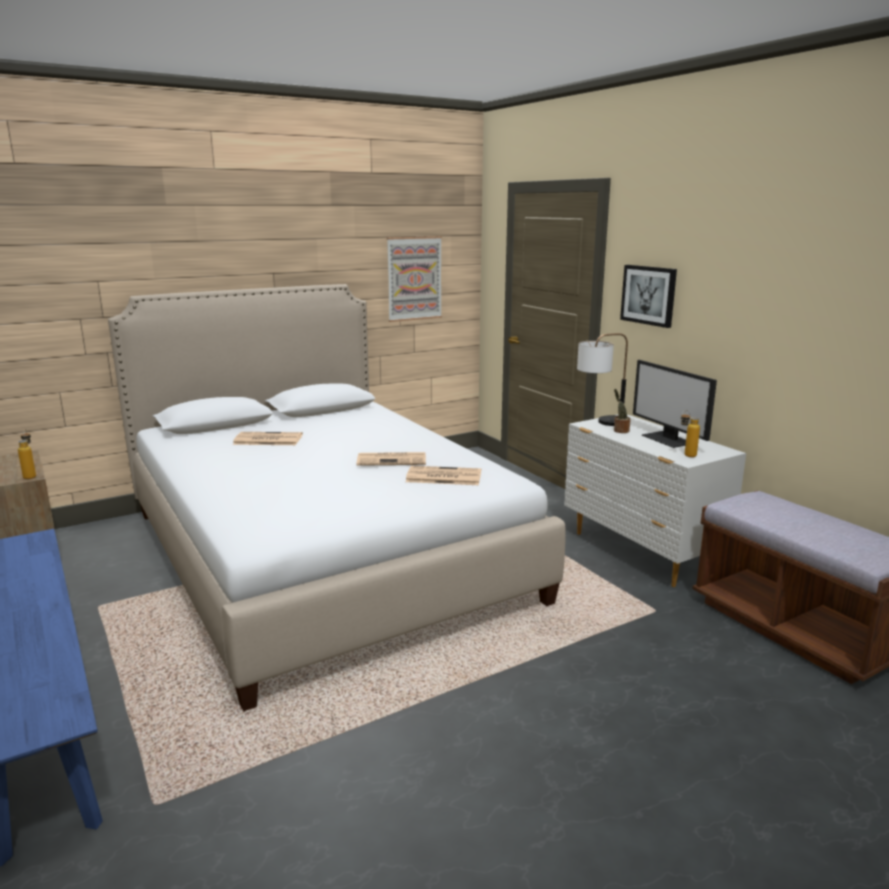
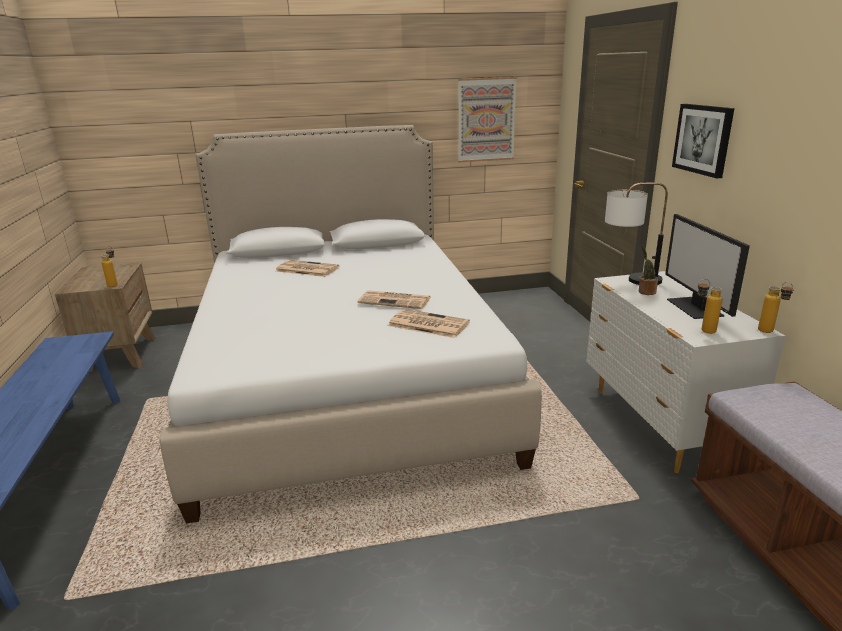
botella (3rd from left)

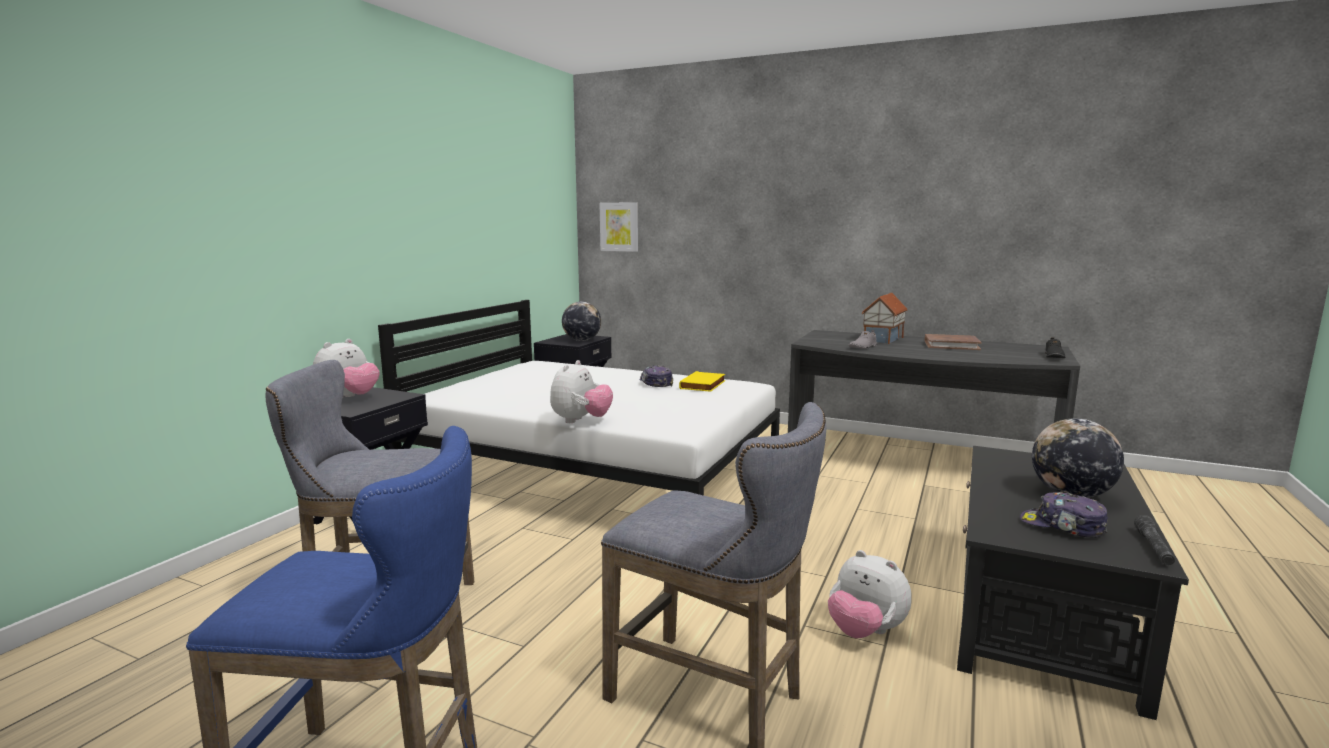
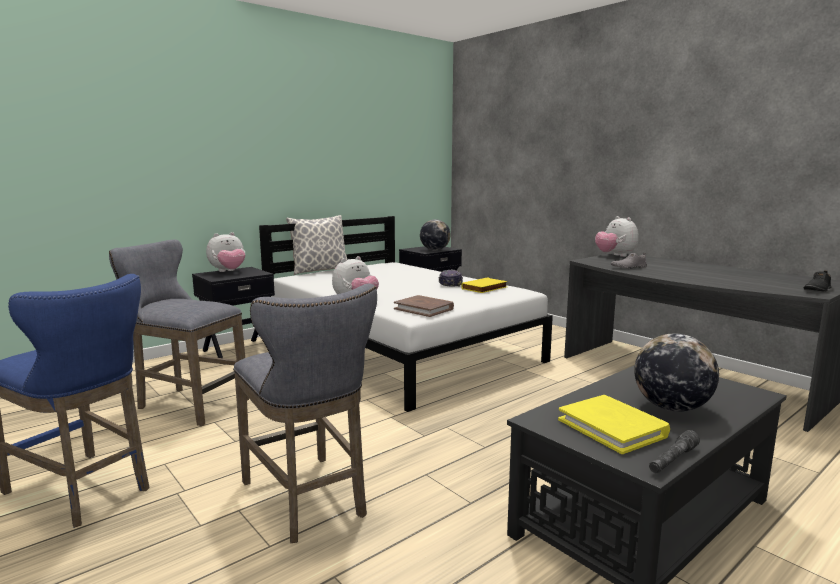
cuadro; casita; libro (marrón); libro (amarillo) (2nd from left); peluche (3rd from left); cojín

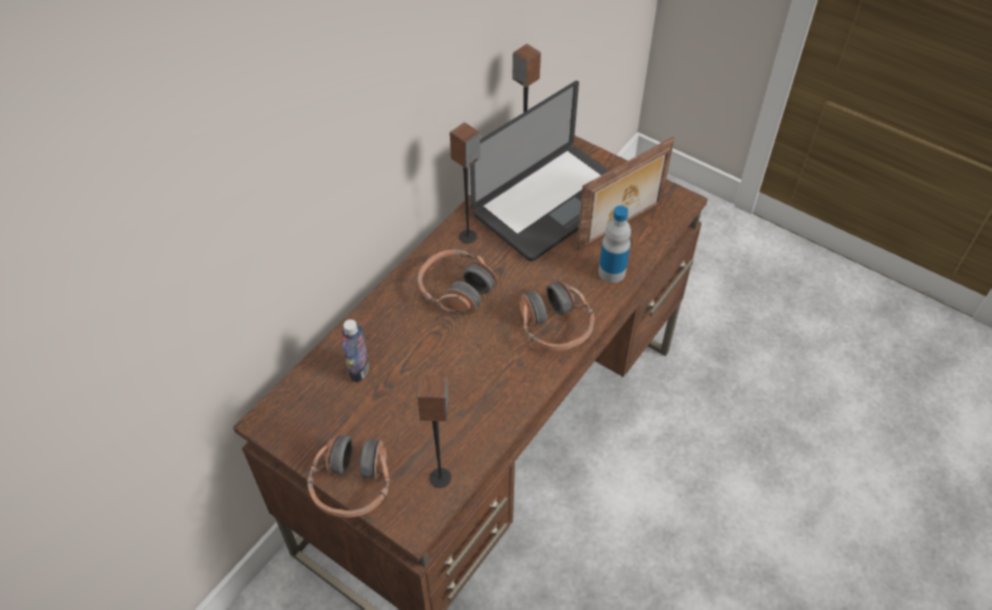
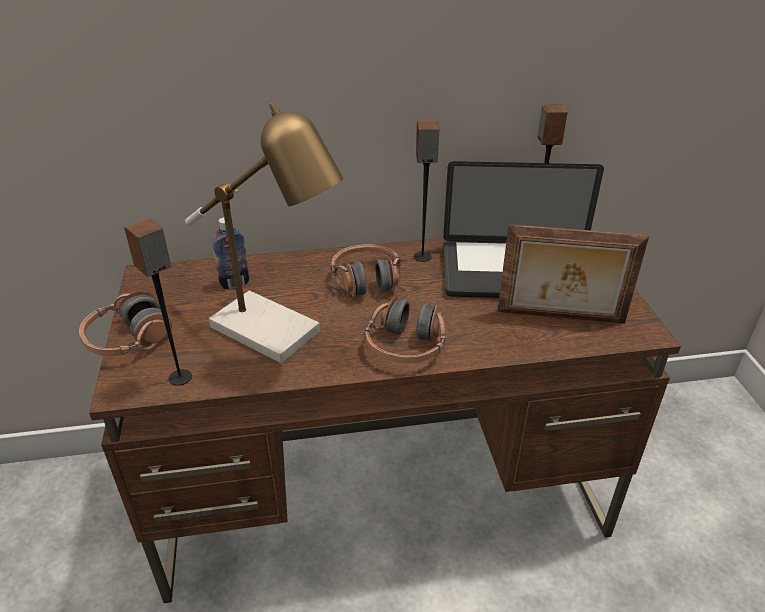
botella (2nd from left in the first image); lámpara de mesa

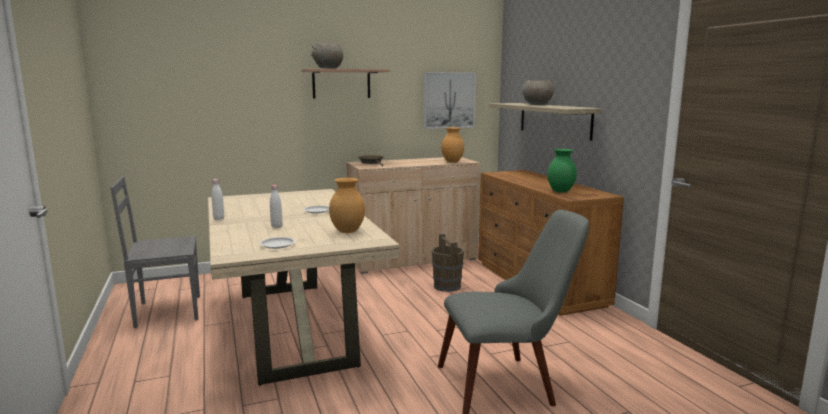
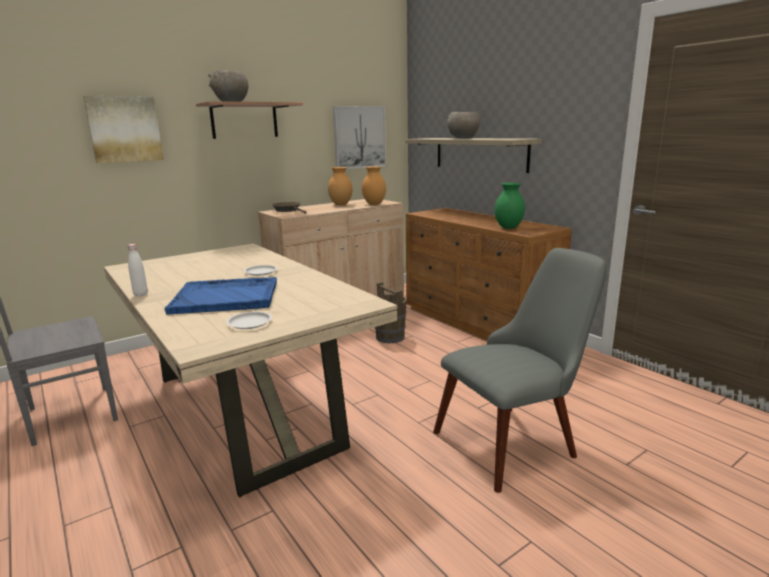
florero (marrón) (1st from left); bandeja (azul); cuadro (1st from left)

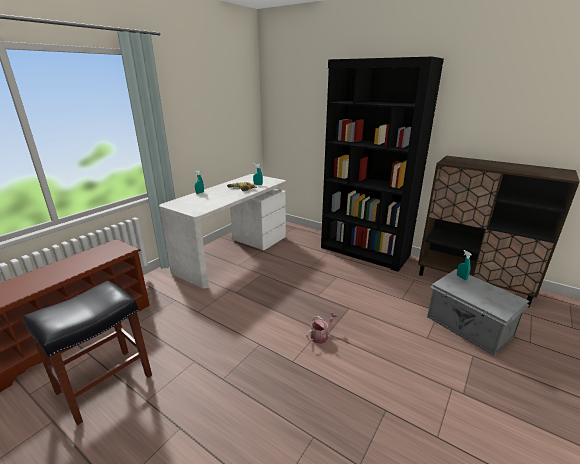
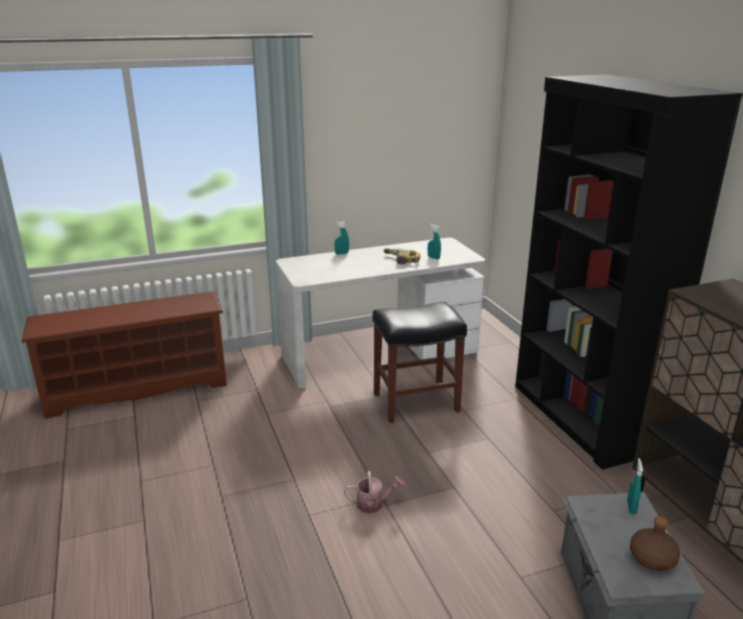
taburete (negro); botella (marrón)

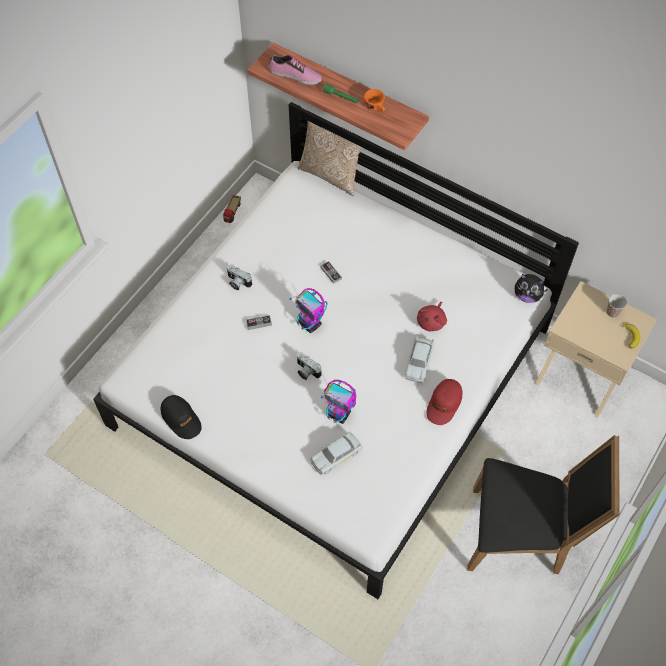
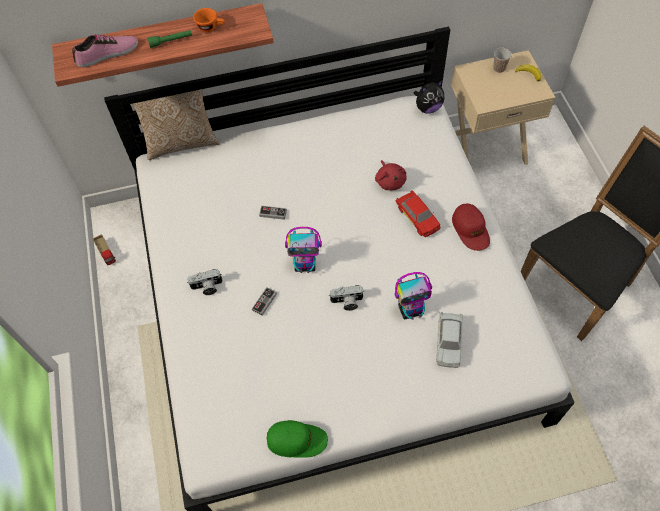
coche de juguete (rojo); gorra (verde)

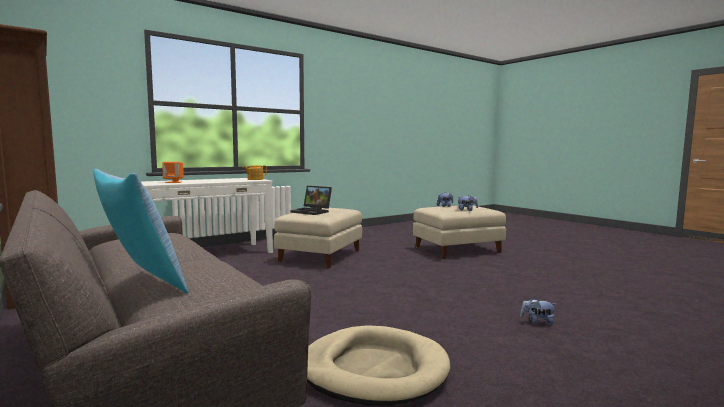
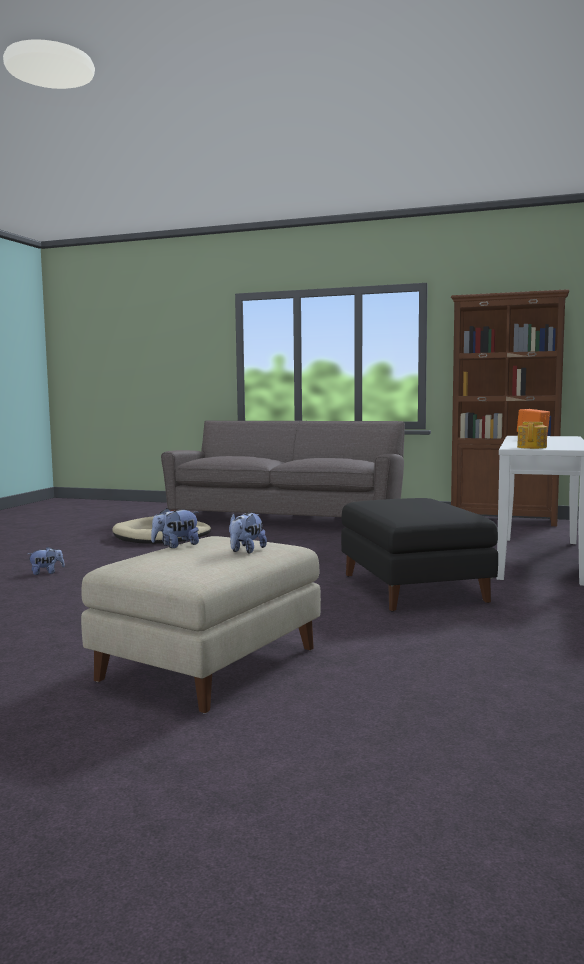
cojín; portátil; puf (negro)

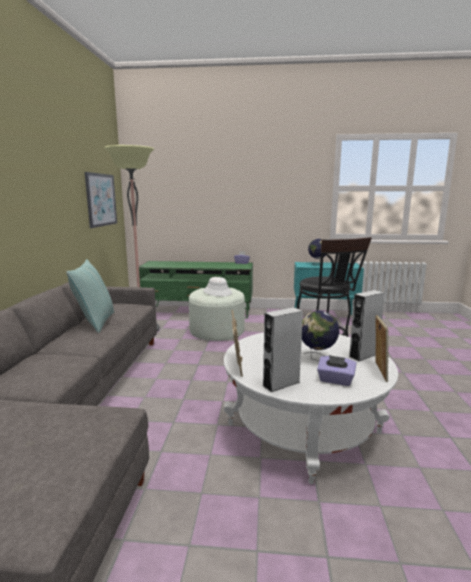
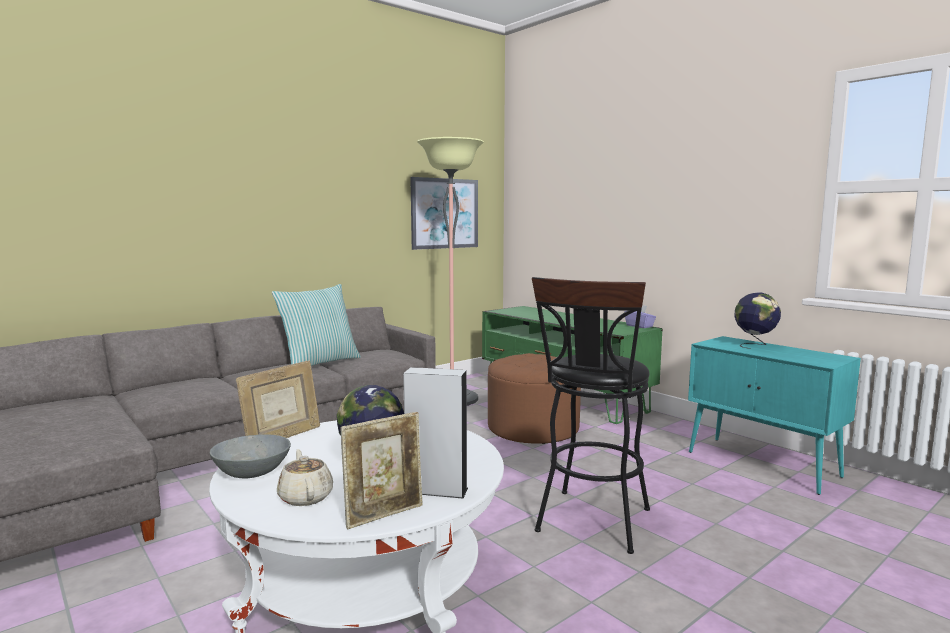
sombrero (blanco); puf (marrón); cuenco (gris); tetera (beis)

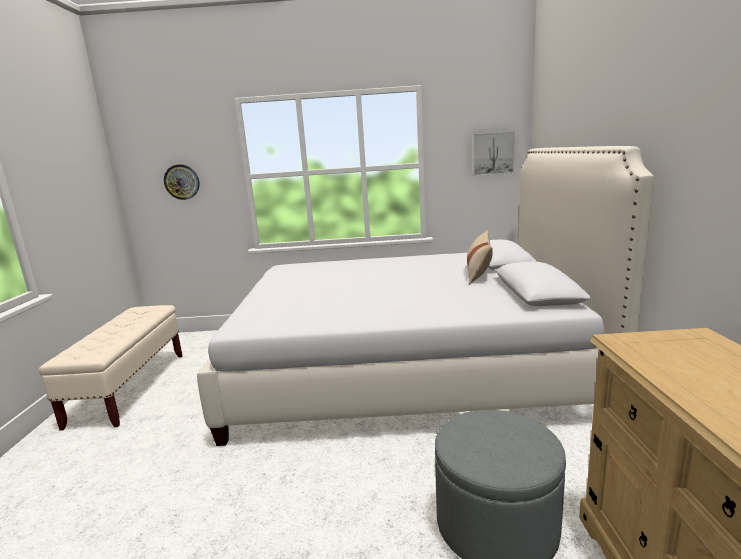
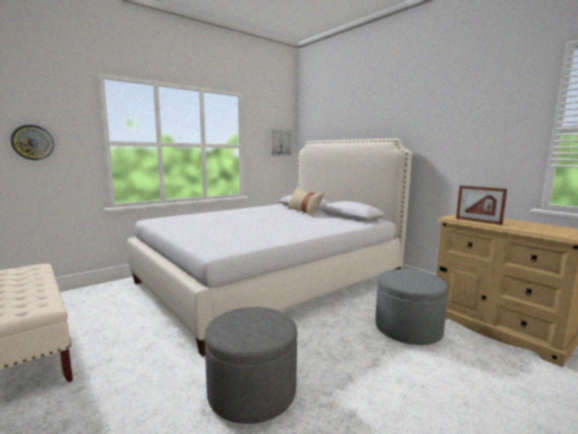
portarretratos; puf (gris) (1st from left)

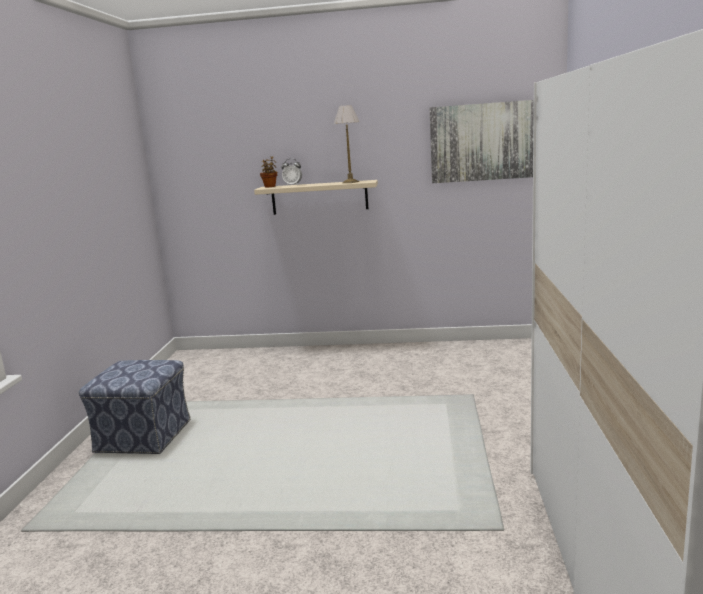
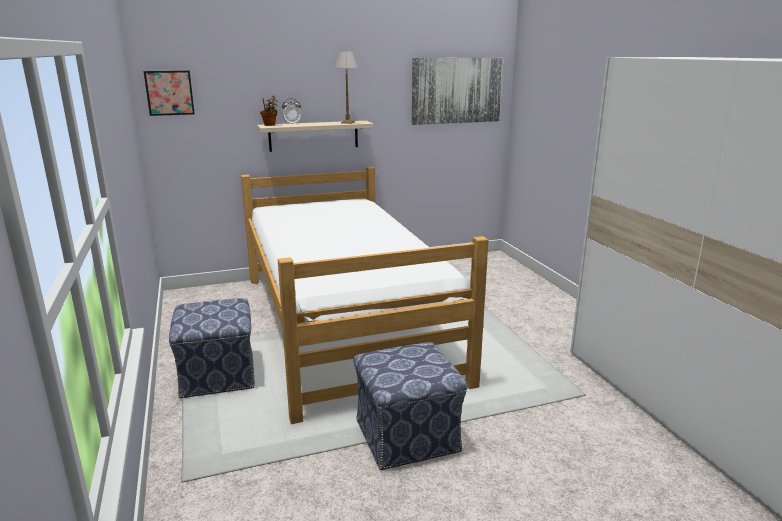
cuadro (1st from left); cama; puf (2nd from left)

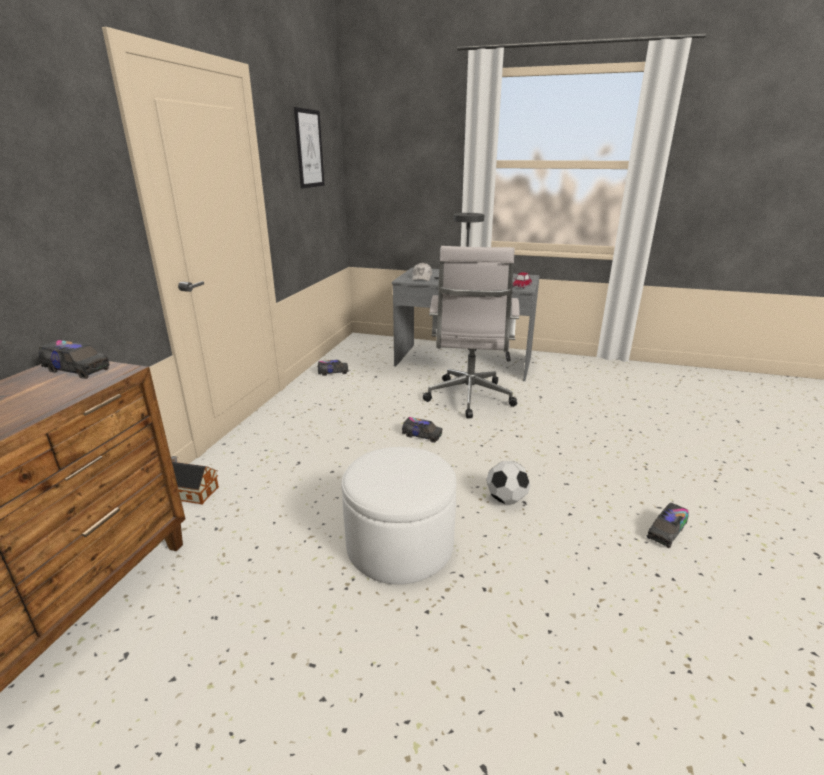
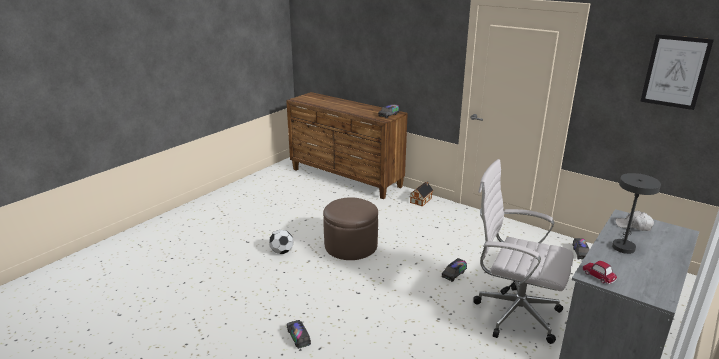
puf (marrón); balón de fútbol

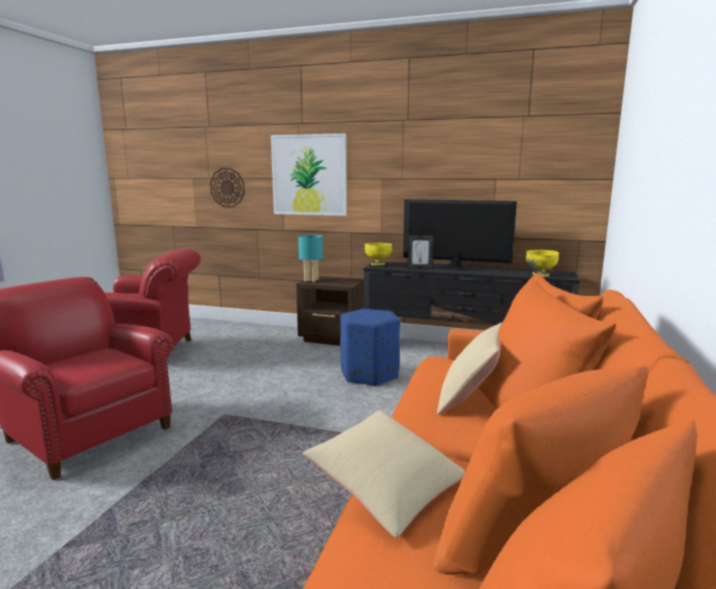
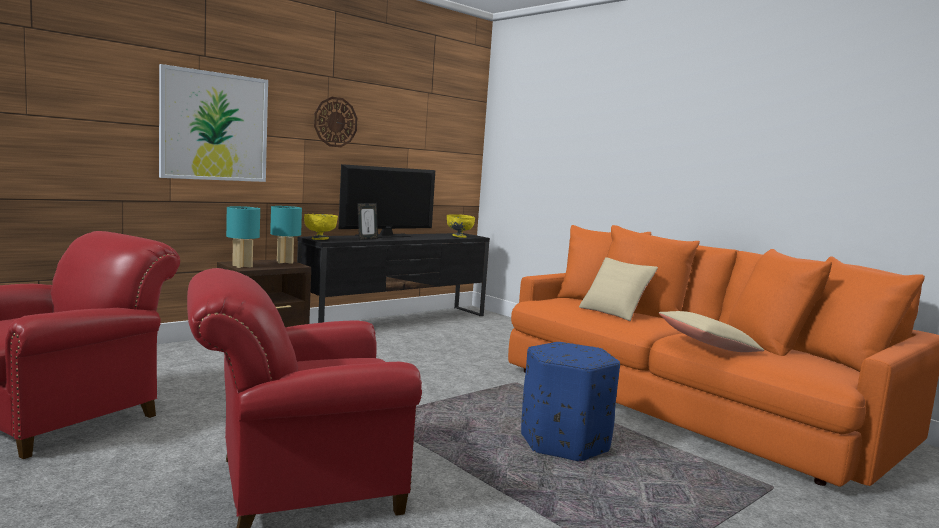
reloj de pared; puf (azul); lámpara de mesa (turquesa) (2nd from left)

